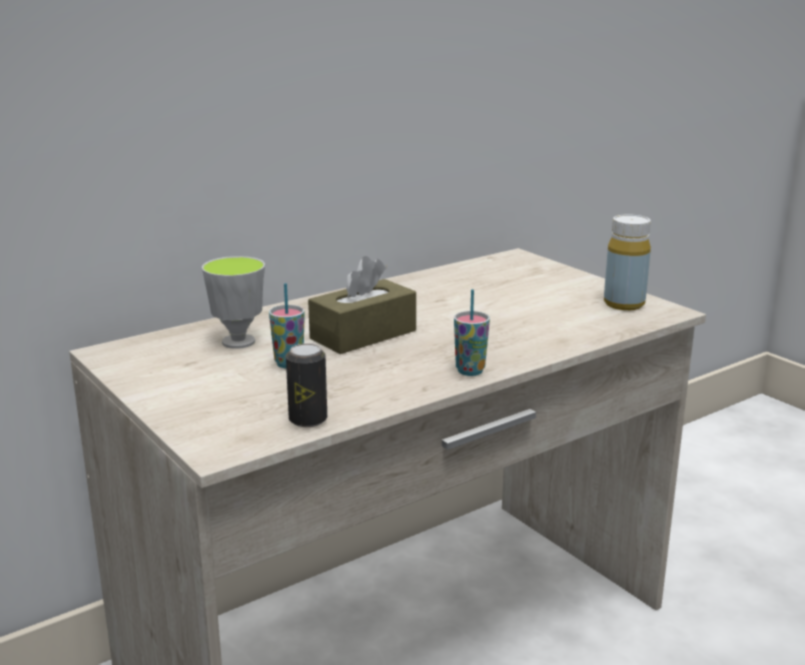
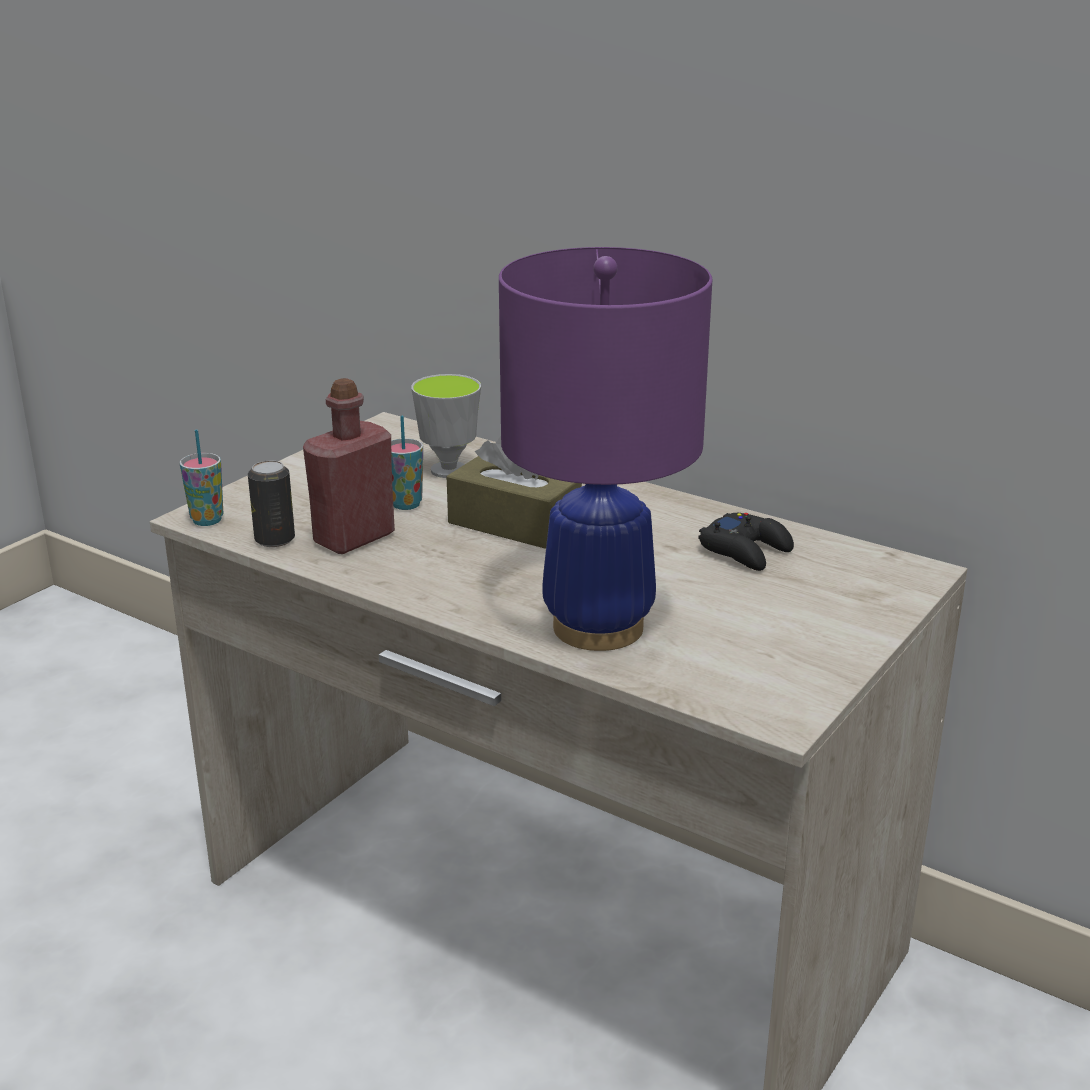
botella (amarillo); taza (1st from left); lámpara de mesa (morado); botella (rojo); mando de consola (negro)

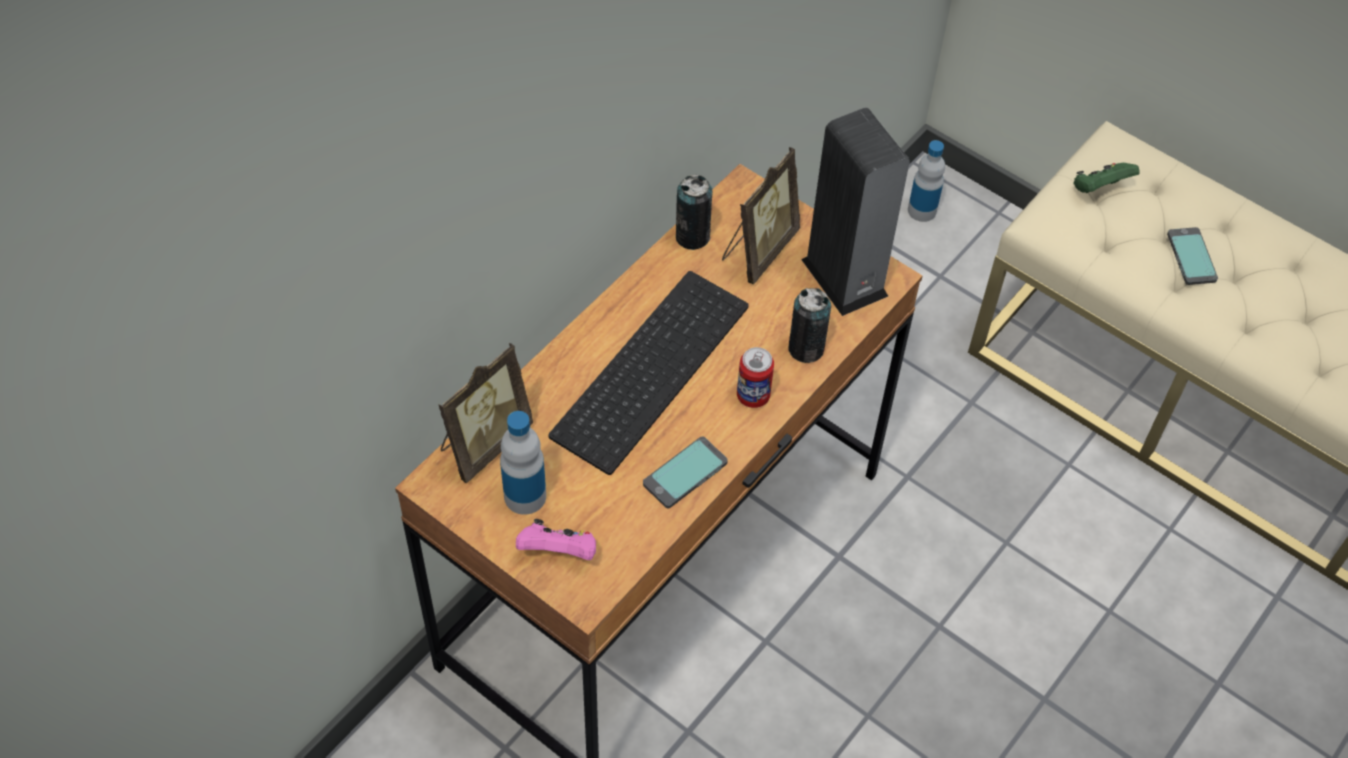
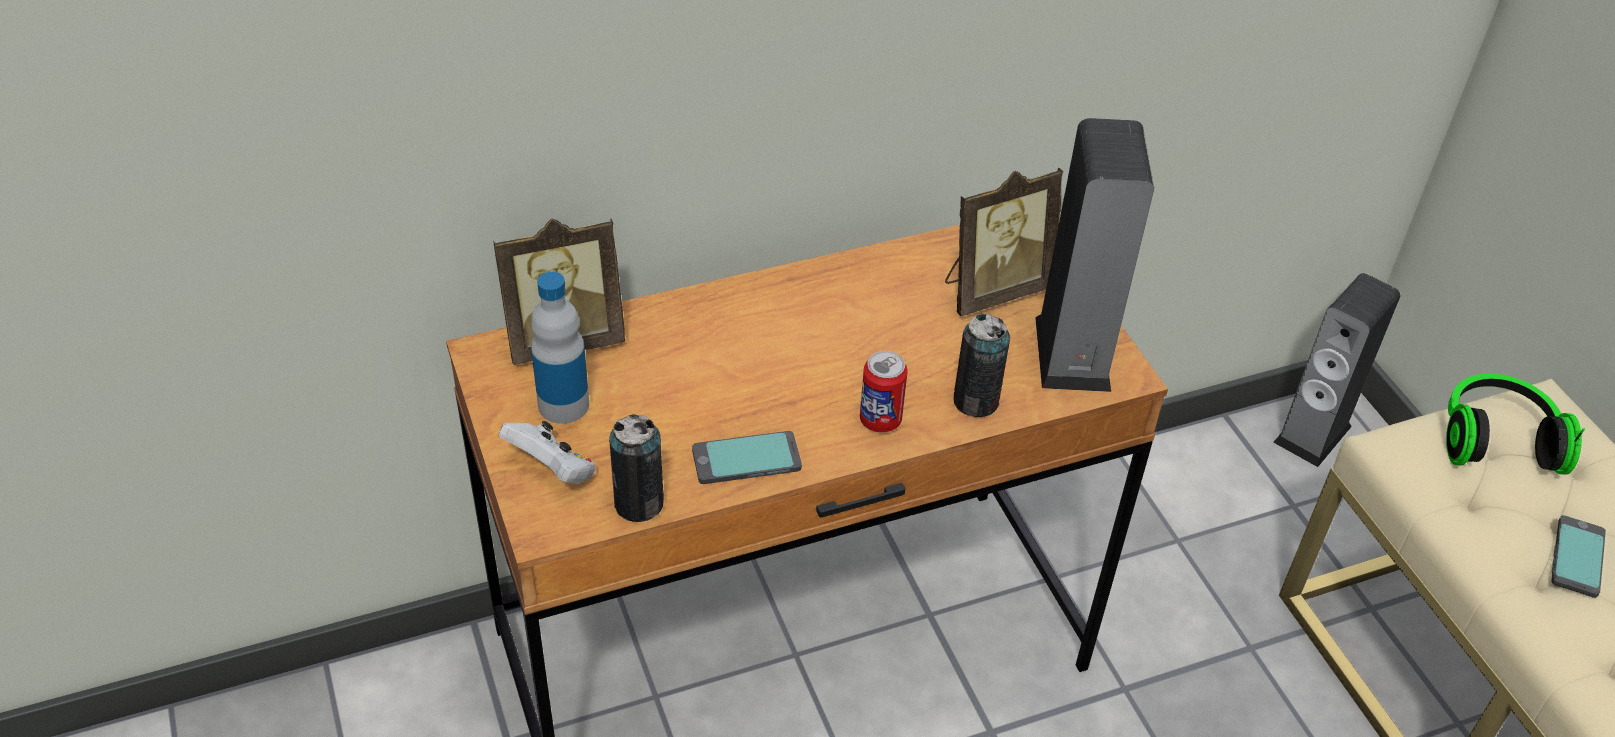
altavoz (2nd from left); auriculares; lata (1st from left); teclado; mando de consola (blanco)

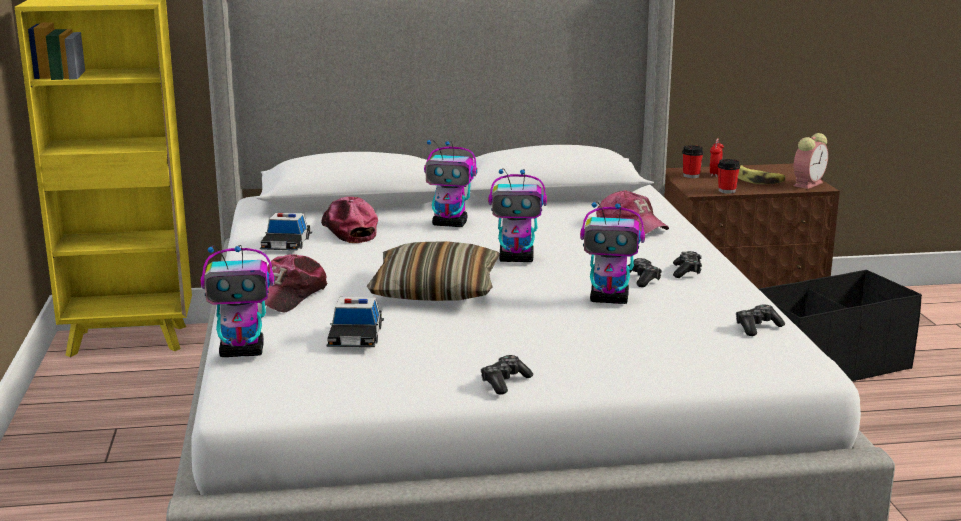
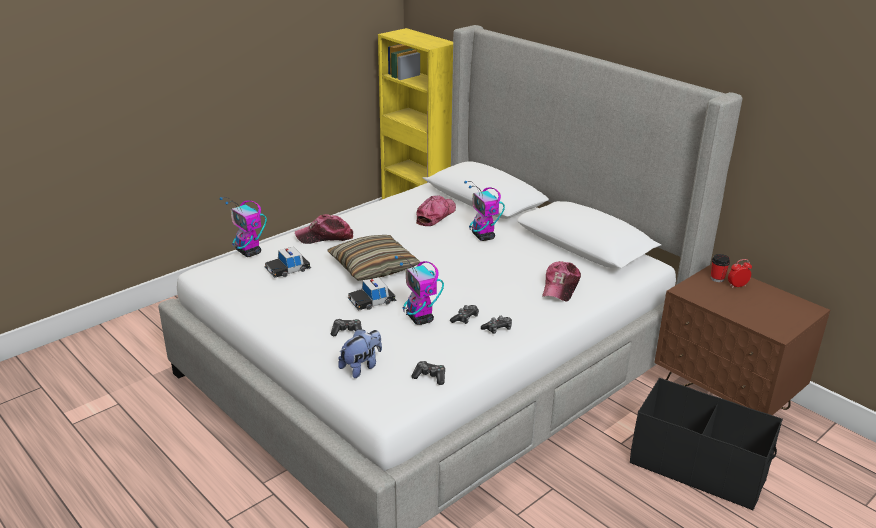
despertador (2nd from left in the first image); taza (2nd from left in the first image); plátano; robot de juguete (3rd from left in the first image); coche de juguete (2nd from left); mando de consola (1st from left); peluche

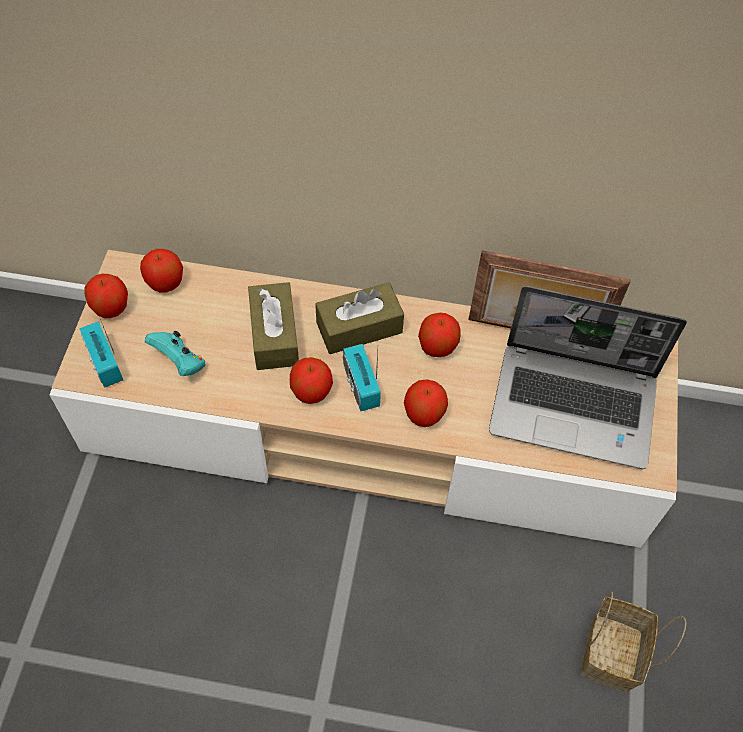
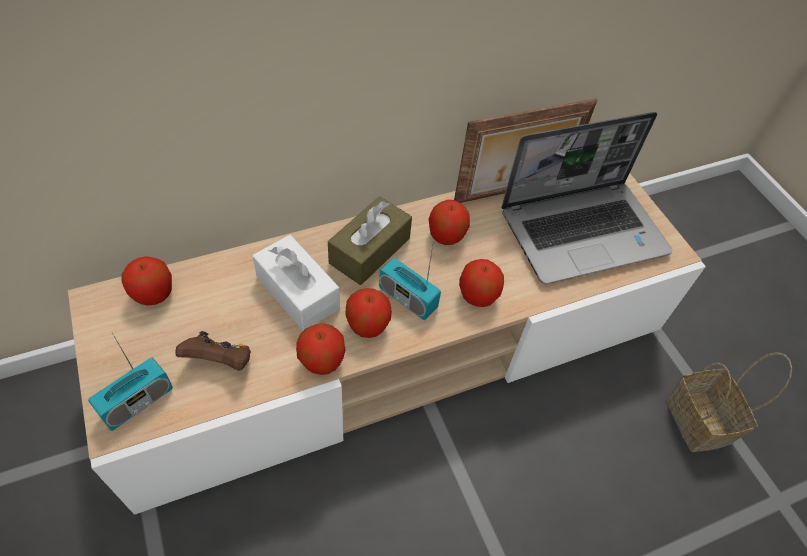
manzana (2nd from left); caja de pañuelos (blanco); radio (1st from left); mando de consola (marrón)

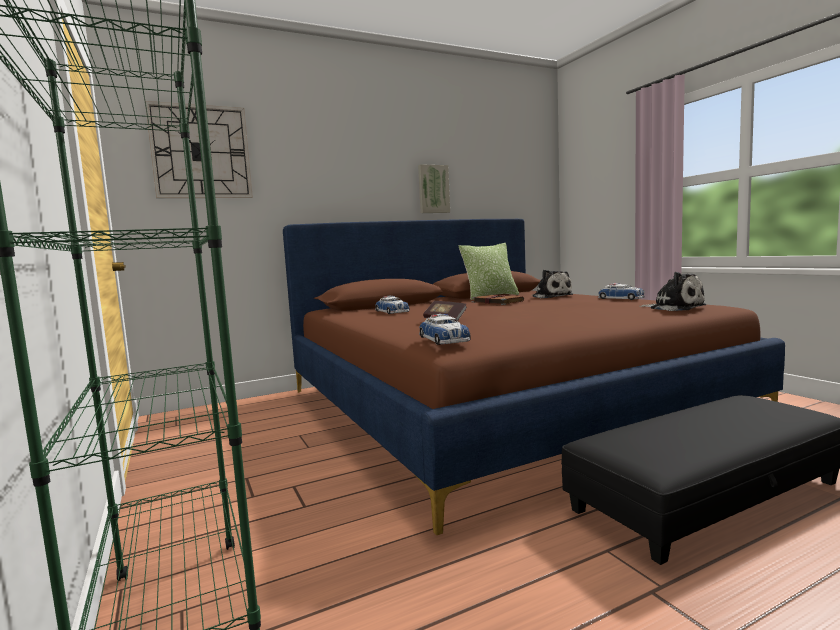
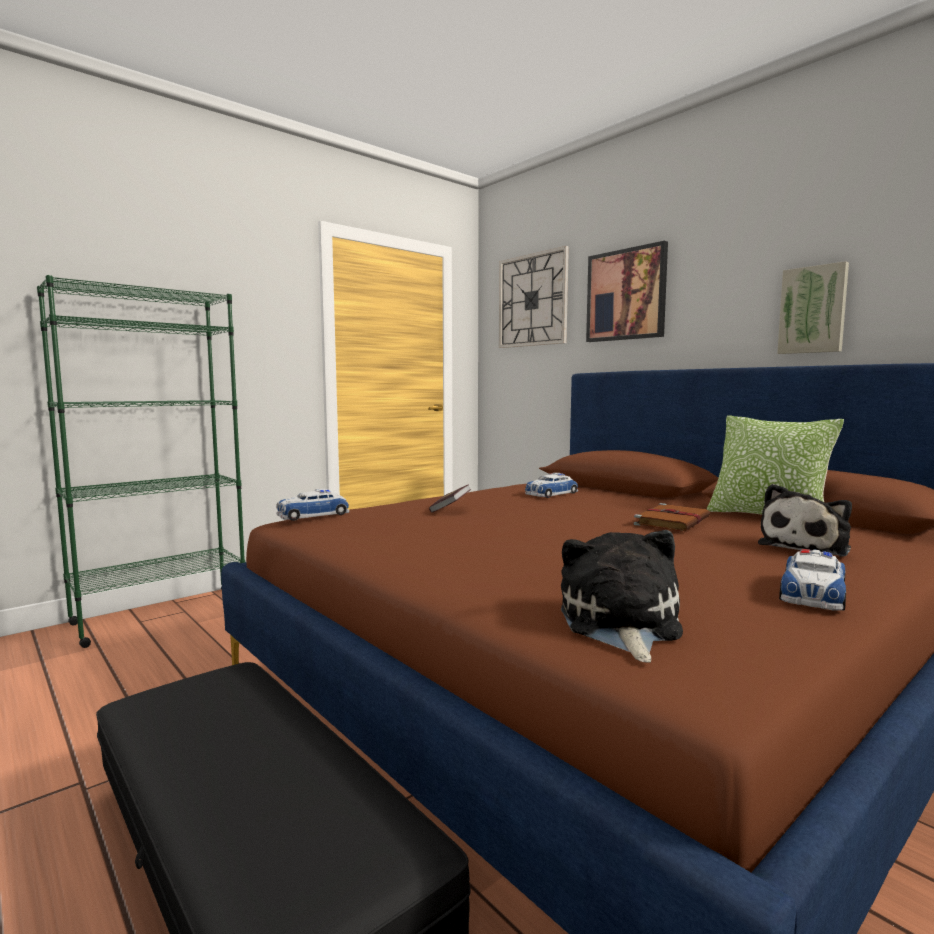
peluche (1st from left); cuadro (1st from left)

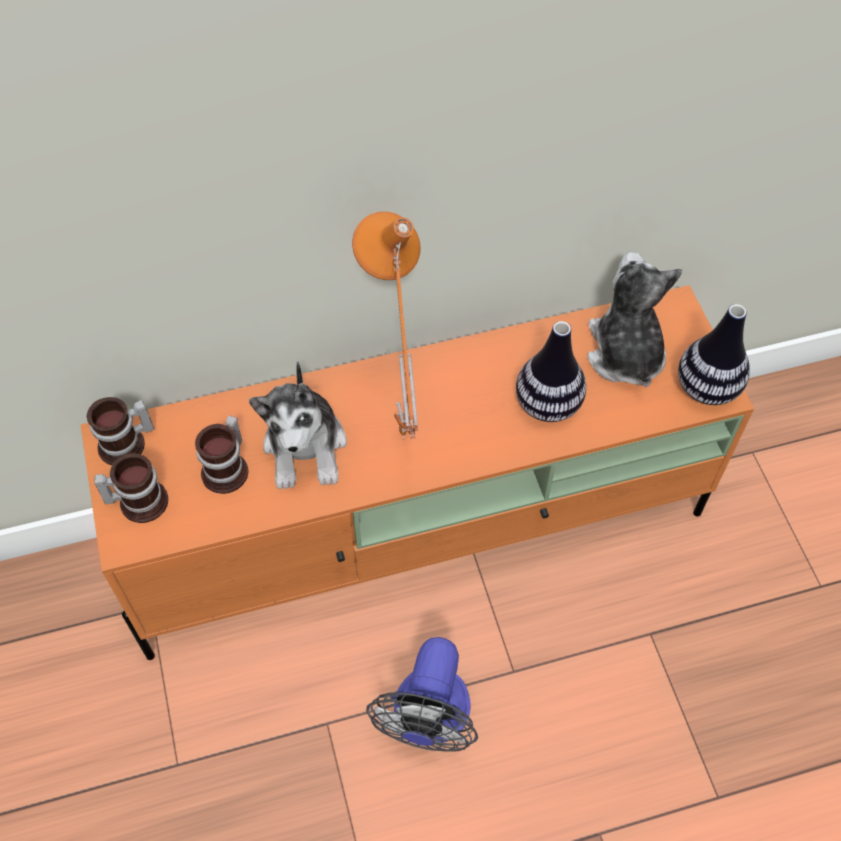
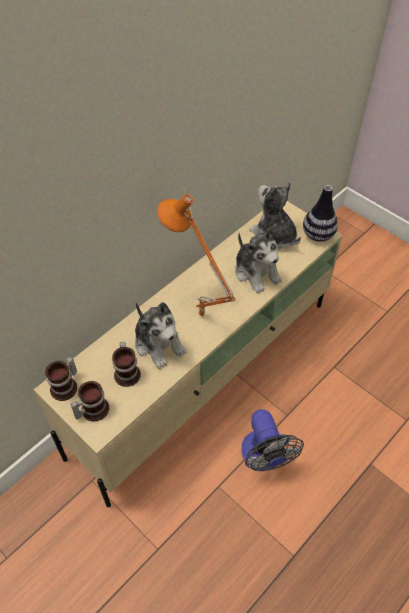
mueble de televisión (beis); peluche (2nd from left)

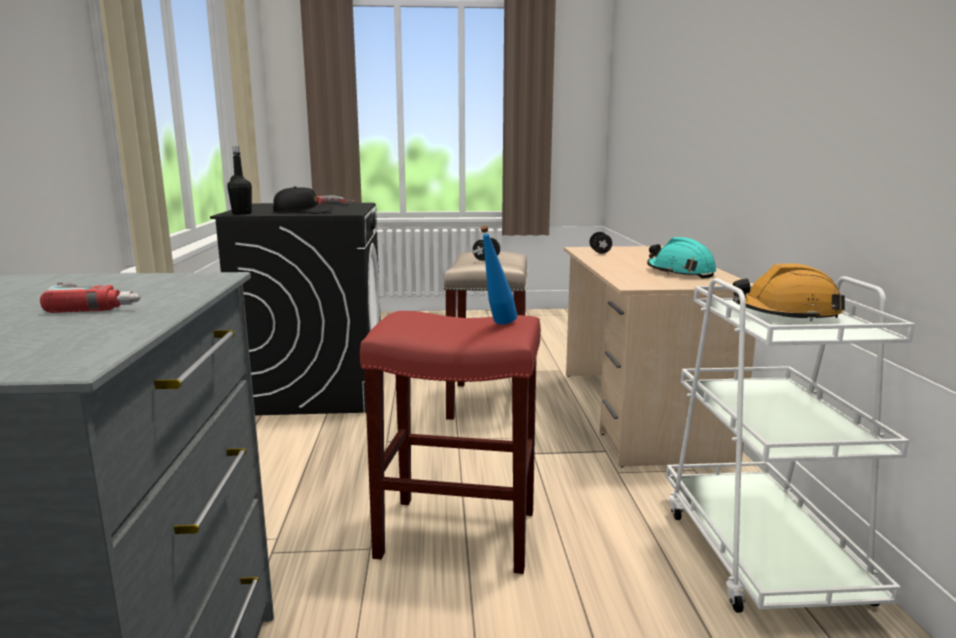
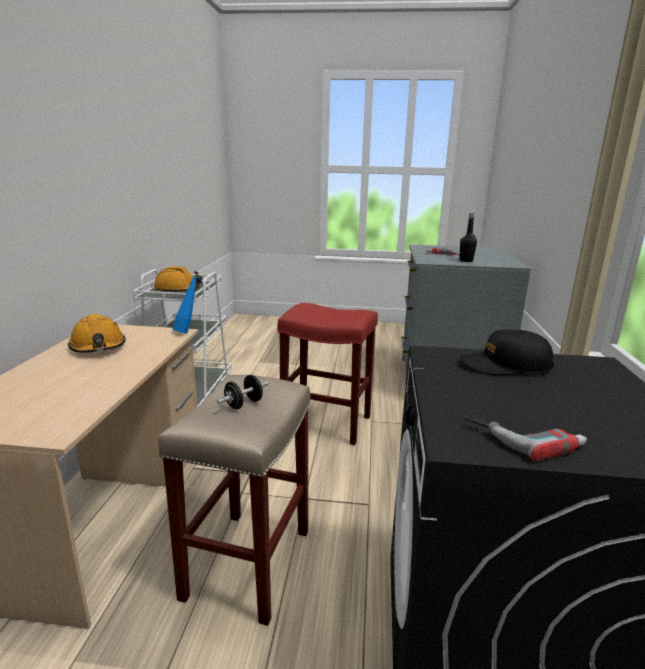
botella (negro); botella (azul); mancuerna (negro) (2nd from left in the first image); casco (naranja) (1st from left)

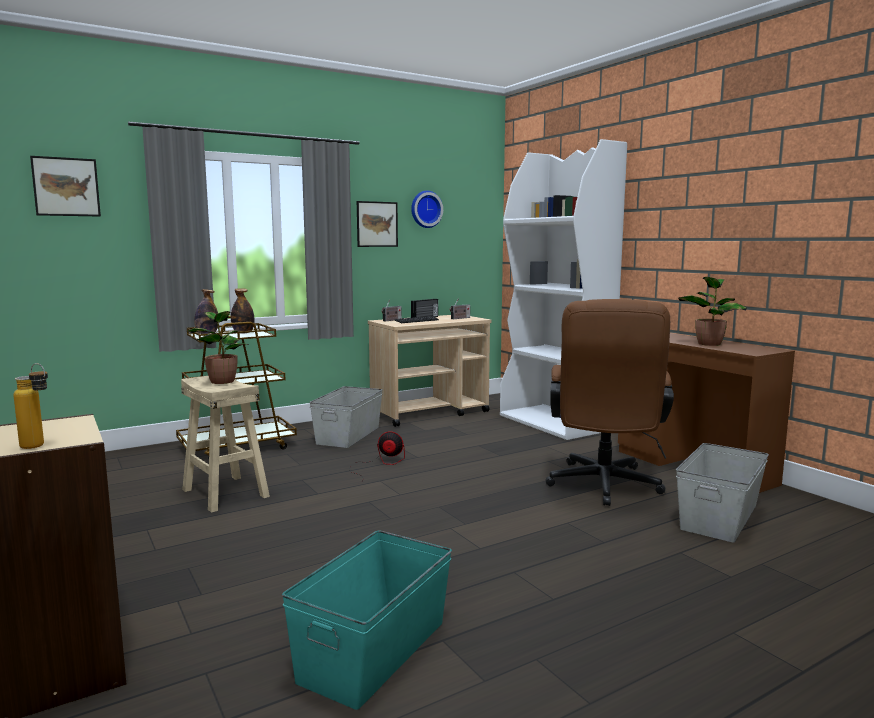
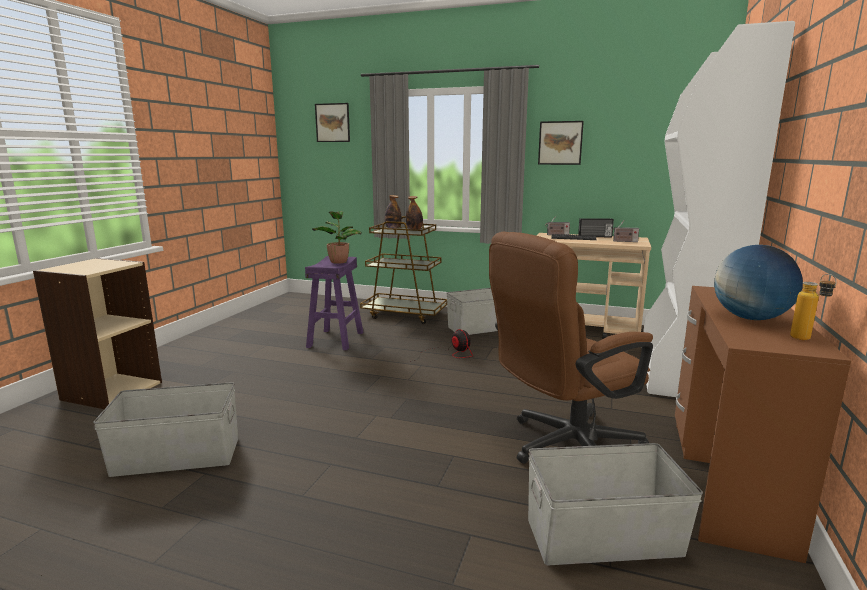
reloj de pared; globo terráqueo; botella (3rd from left); taburete (morado); caja de almacenaje (gris) (1st from left)

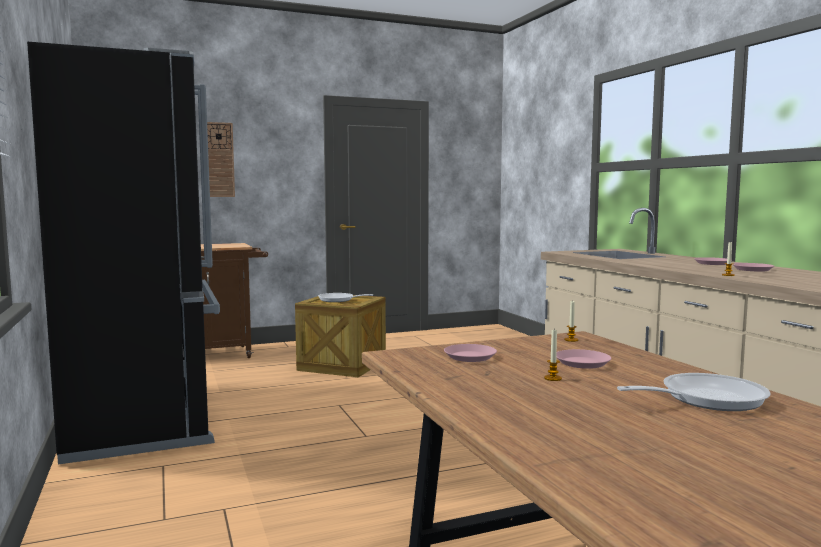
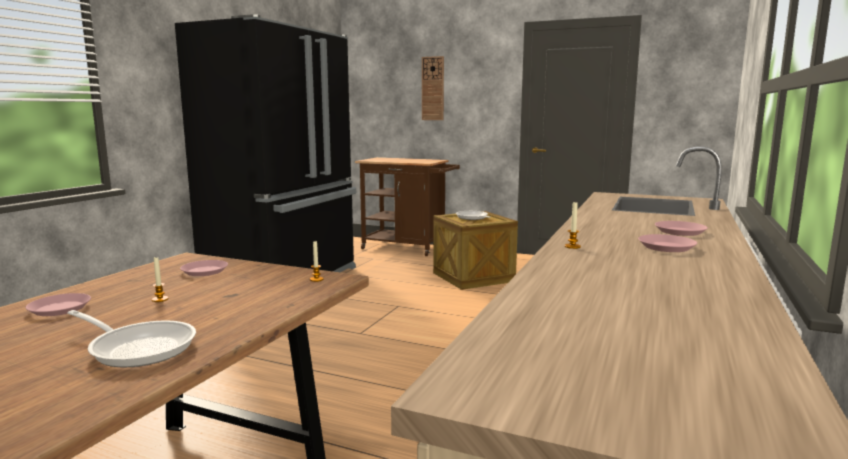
plato (rosa) (1st from left)

